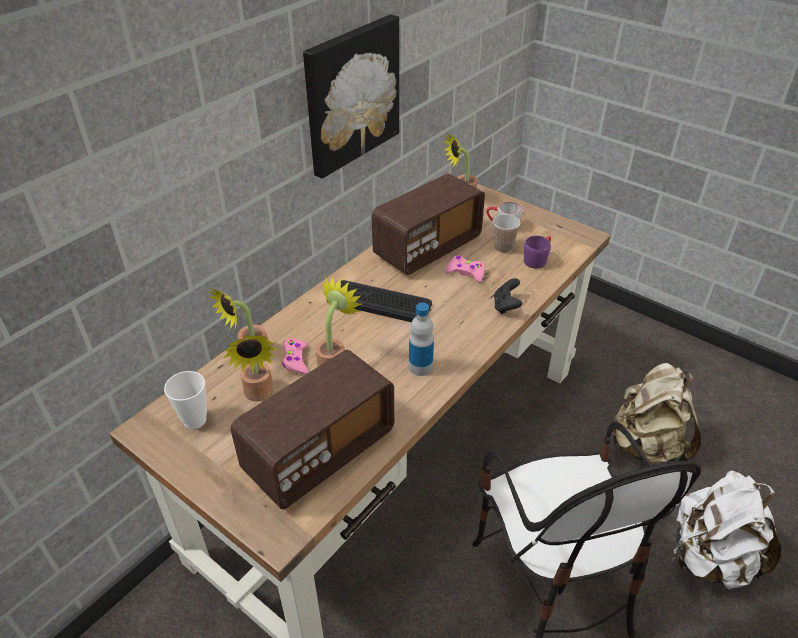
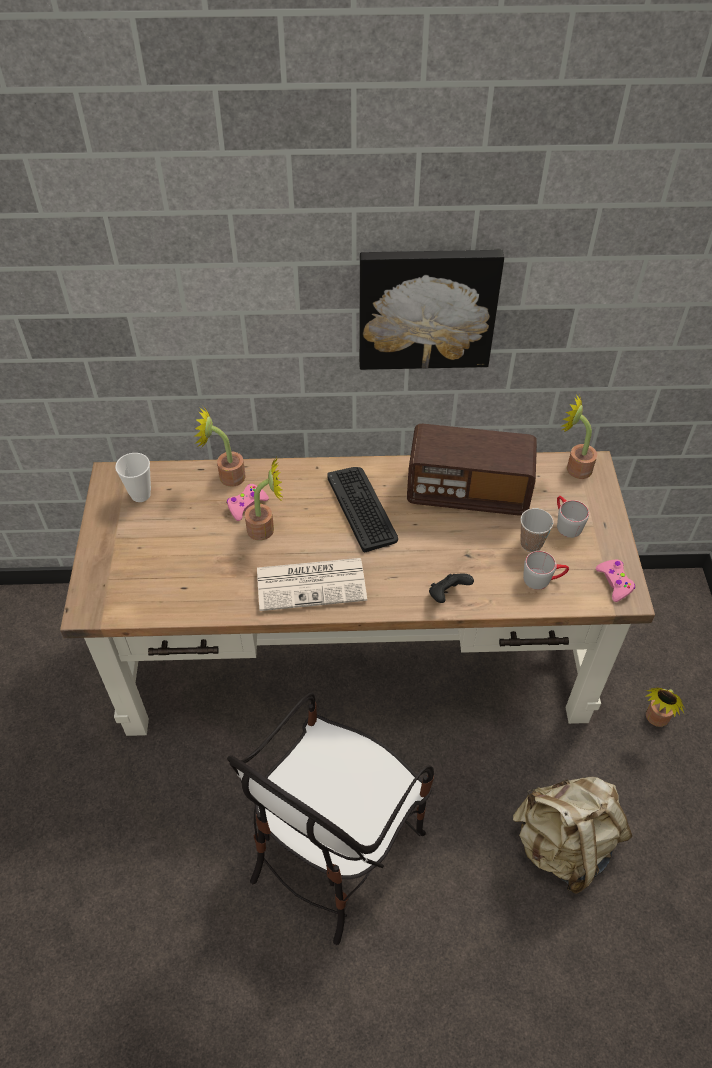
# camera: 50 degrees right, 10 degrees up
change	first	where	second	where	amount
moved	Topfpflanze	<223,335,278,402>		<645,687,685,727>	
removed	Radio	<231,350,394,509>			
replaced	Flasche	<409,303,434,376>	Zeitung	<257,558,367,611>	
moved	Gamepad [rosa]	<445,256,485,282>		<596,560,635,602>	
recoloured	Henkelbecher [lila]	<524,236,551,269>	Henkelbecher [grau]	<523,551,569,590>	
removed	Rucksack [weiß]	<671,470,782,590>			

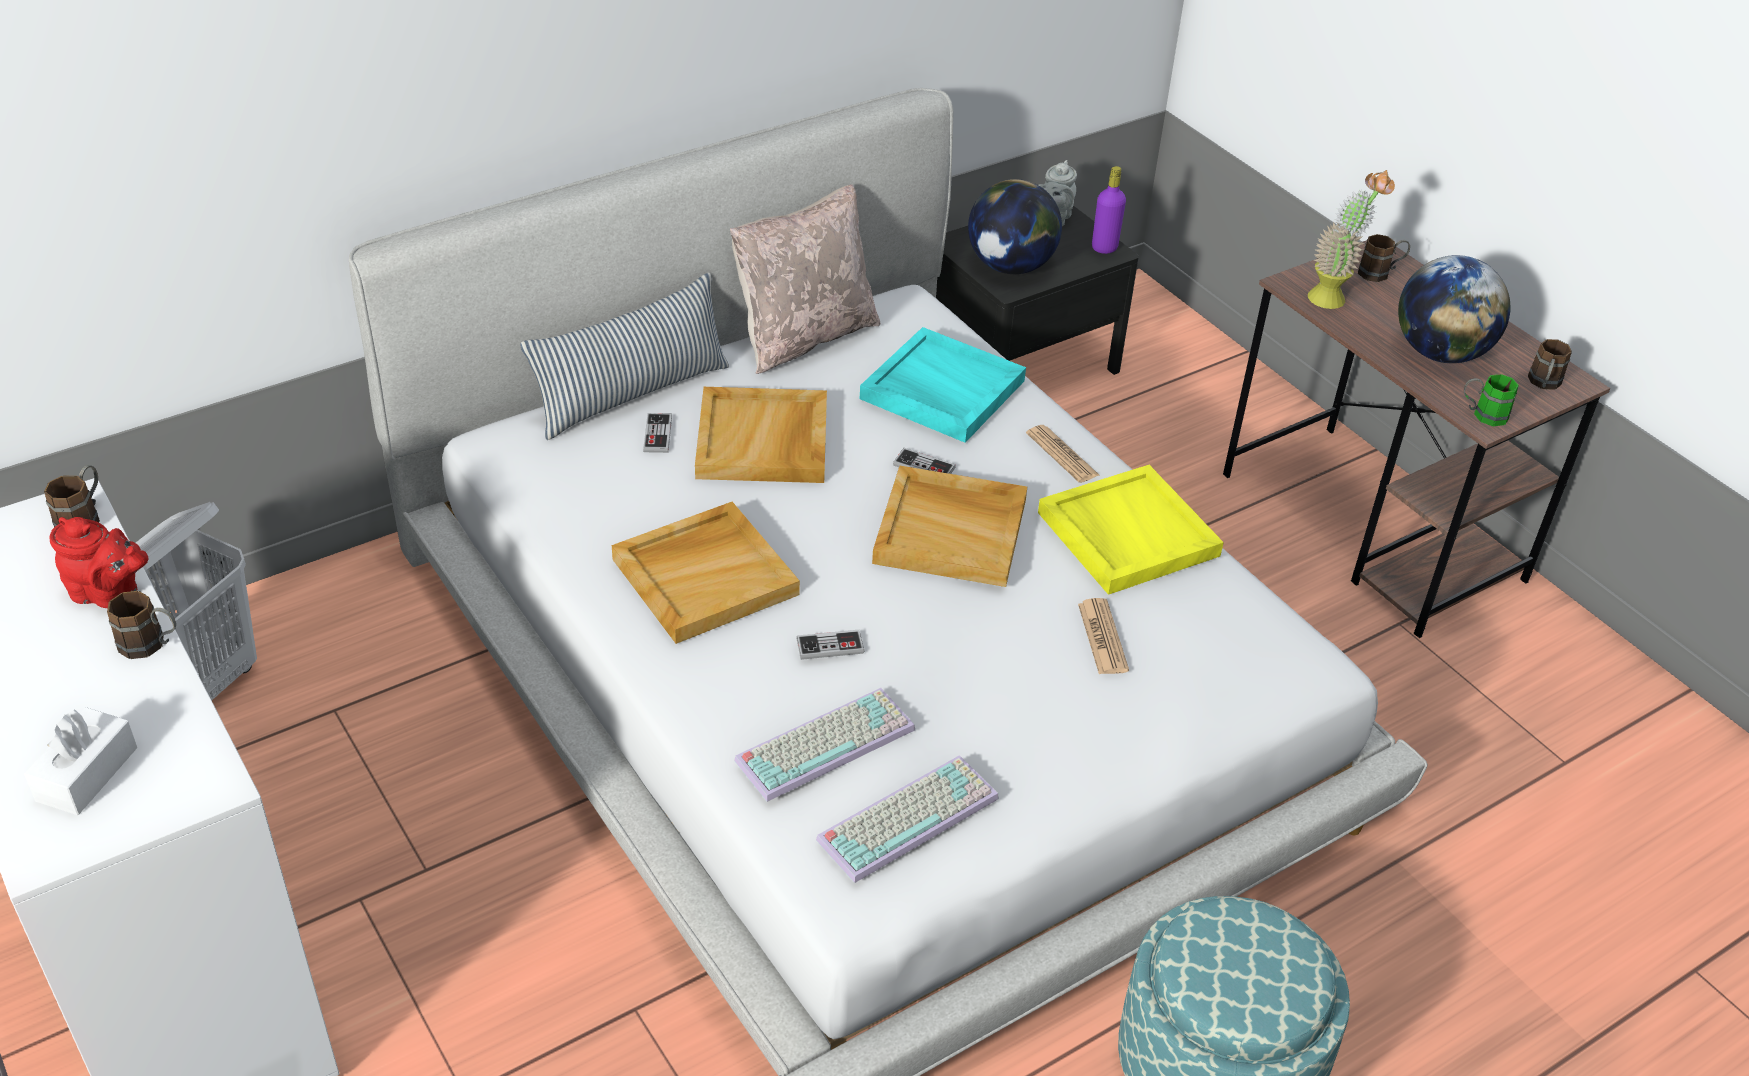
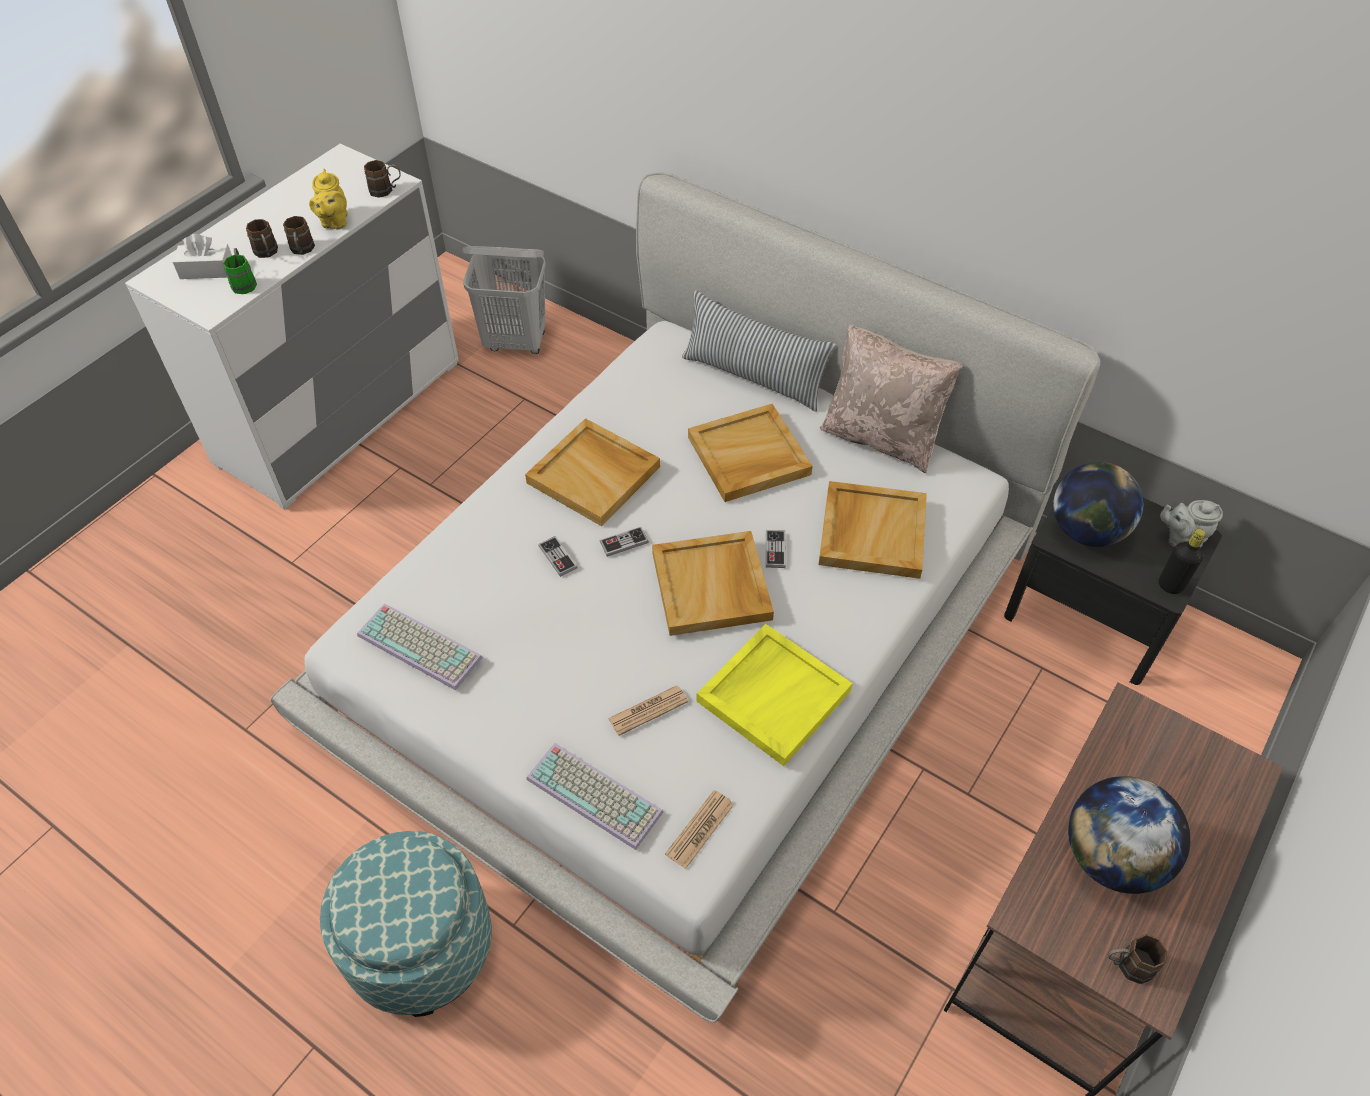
# camera: 70 degrees right, 10 degrees up
change	first	where	second	where	amount
recoloured	Teekanne [rot]	<49,517,148,608>	Teekanne [gelb]	<309,169,348,229>	
moved	Gamepad	<643,413,672,453>		<600,527,649,557>	
moved	Tastatur	<734,688,915,802>		<526,743,663,850>	
recoloured	Tablett [türkis]	<860,327,1026,443>	Tablett [beige]	<819,481,927,579>	
moved	Zeitung	<1026,425,1099,483>		<665,790,734,869>	
recoloured	Flasche [lila]	<1092,166,1126,254>	Flasche [schwarz]	<1159,529,1205,594>	
removed	Topfpflanze	<1308,170,1395,309>			
moved	Henkelbecher [braun]	<1358,234,1410,282>		<246,219,278,258>	
moved	Henkelbecher [grün]	<1464,374,1519,426>		<223,248,257,294>	

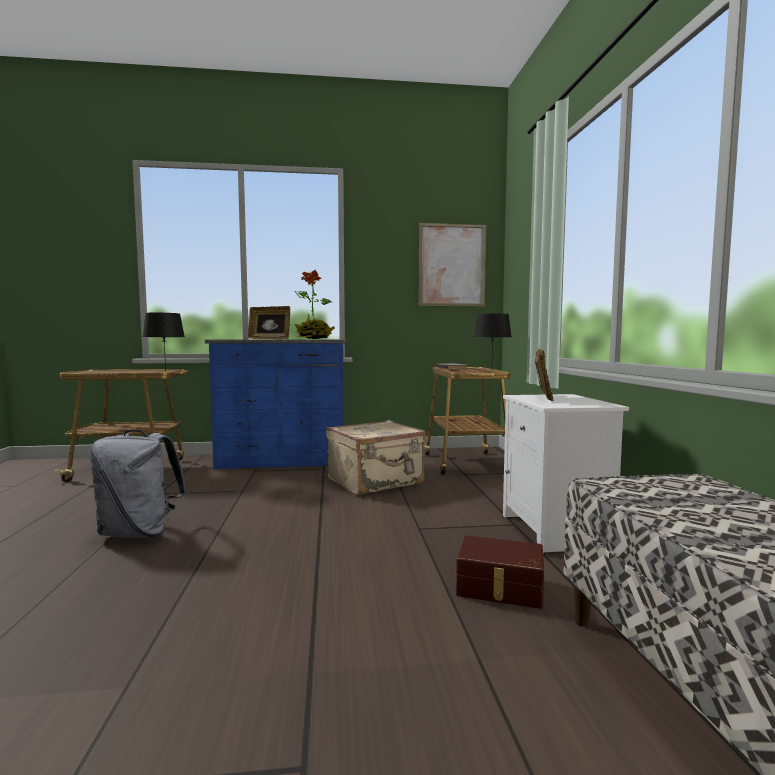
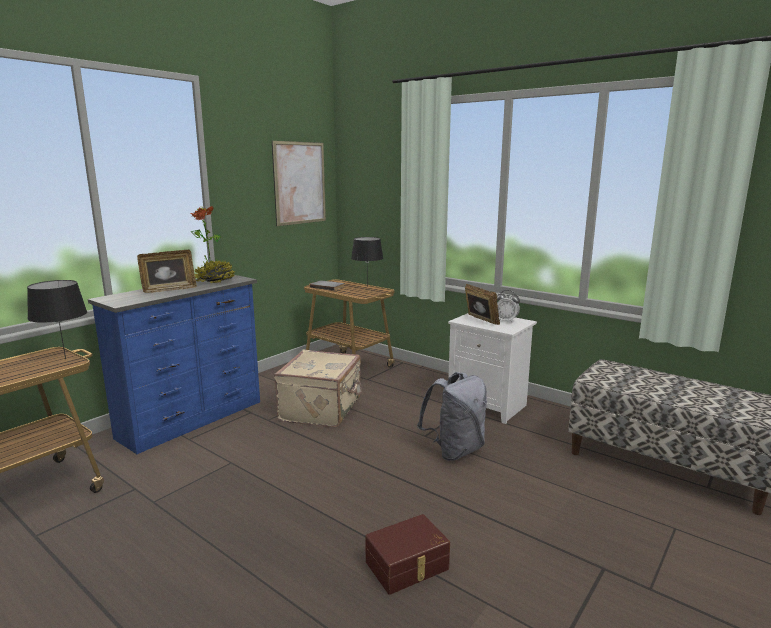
# camera: 45 degrees left, 10 degrees up
change	first	where	second	where	amount
moved	Rucksack [grau]	<90,430,187,538>		<417,372,487,461>	
moved	Aufbewahrungsbox [braun]	<456,535,544,609>		<365,514,450,595>	
added			Wecker	<497,290,520,322>	

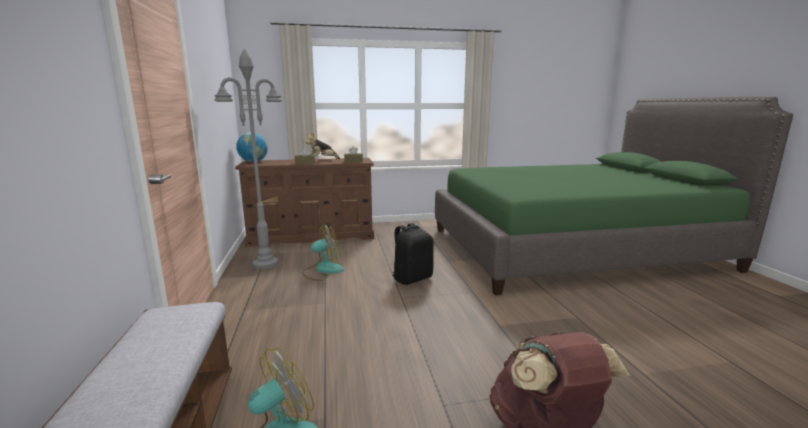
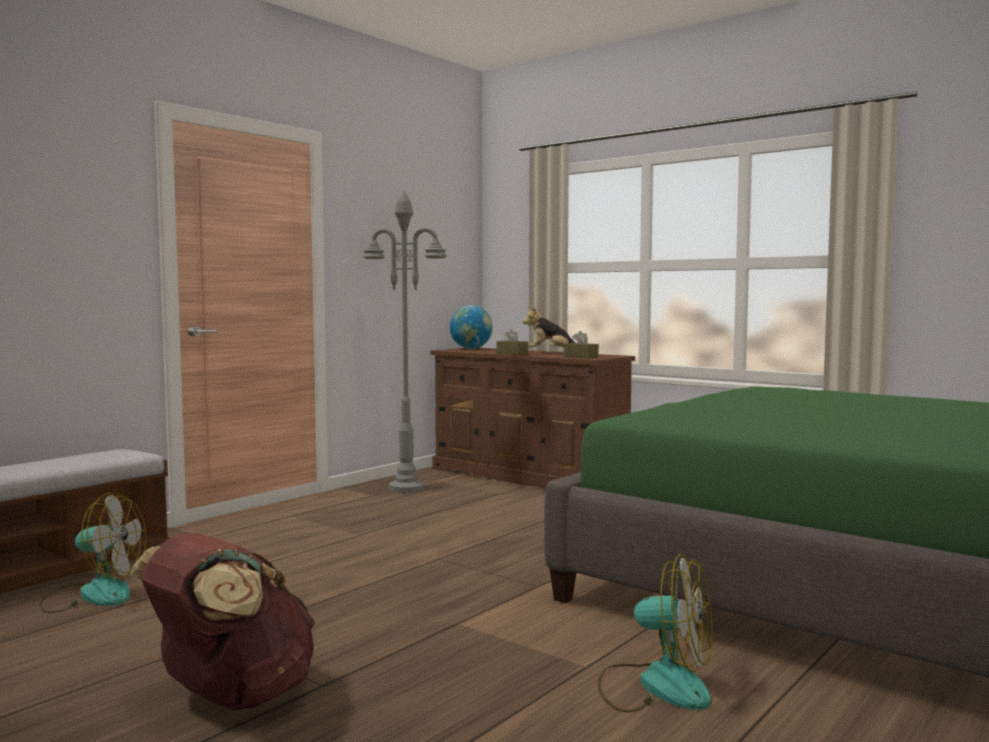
# camera: 50 degrees right, 10 degrees down
change	first	where	second	where	amount
moved	Ventilator	<302,224,344,281>		<598,554,713,712>	
removed	Rucksack [schwarz]	<392,223,434,285>			

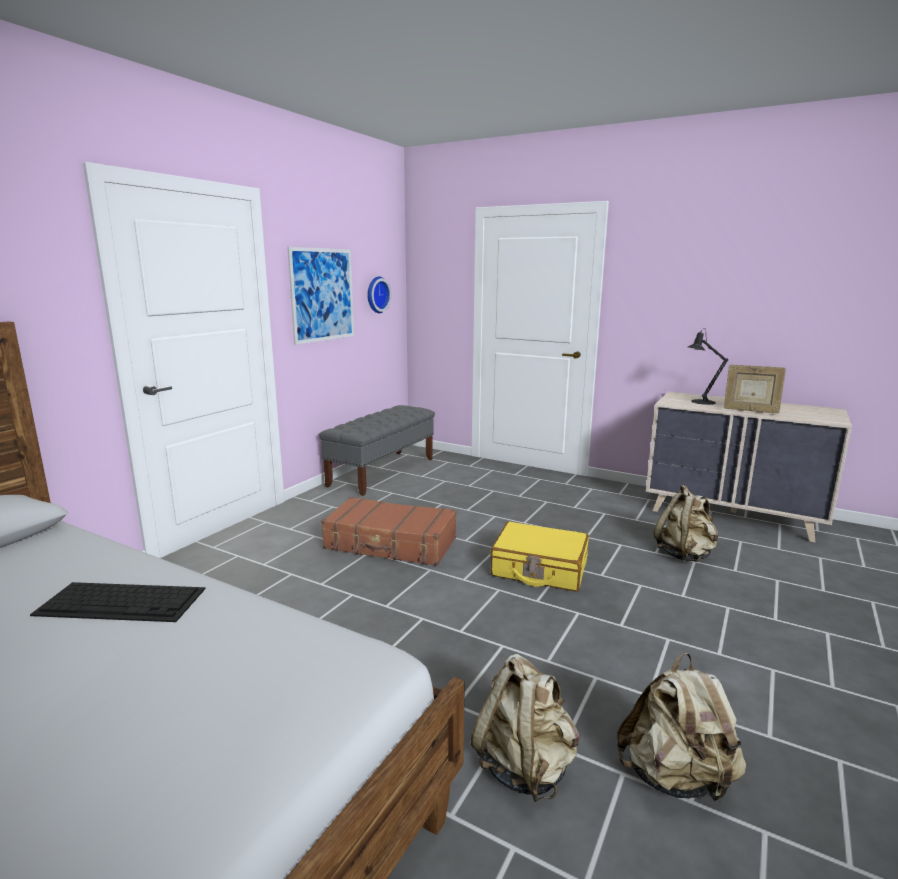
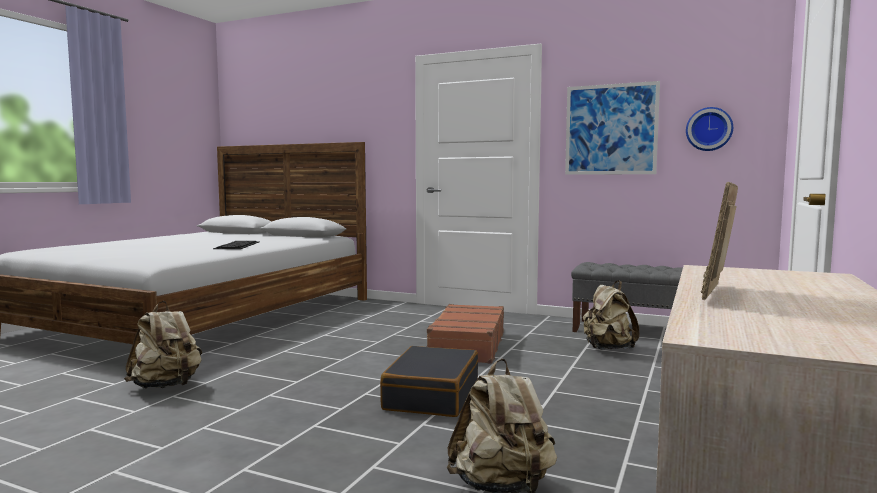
# camera: 85 degrees right, 10 degrees down
change	first	where	second	where	amount
recoloured	Koffer [gelb]	<490,522,589,592>	Koffer [schwarz]	<380,346,478,417>	
moved	Rucksack [beige]	<617,653,746,805>		<583,280,639,350>	
removed	Tischlampe [schwarz]	<688,328,728,405>			

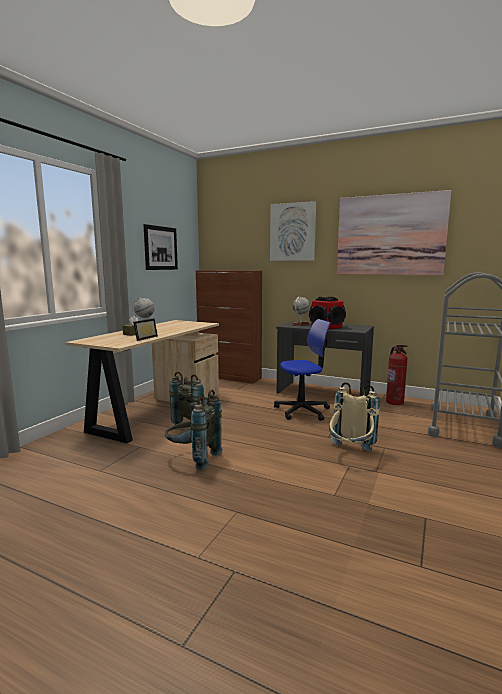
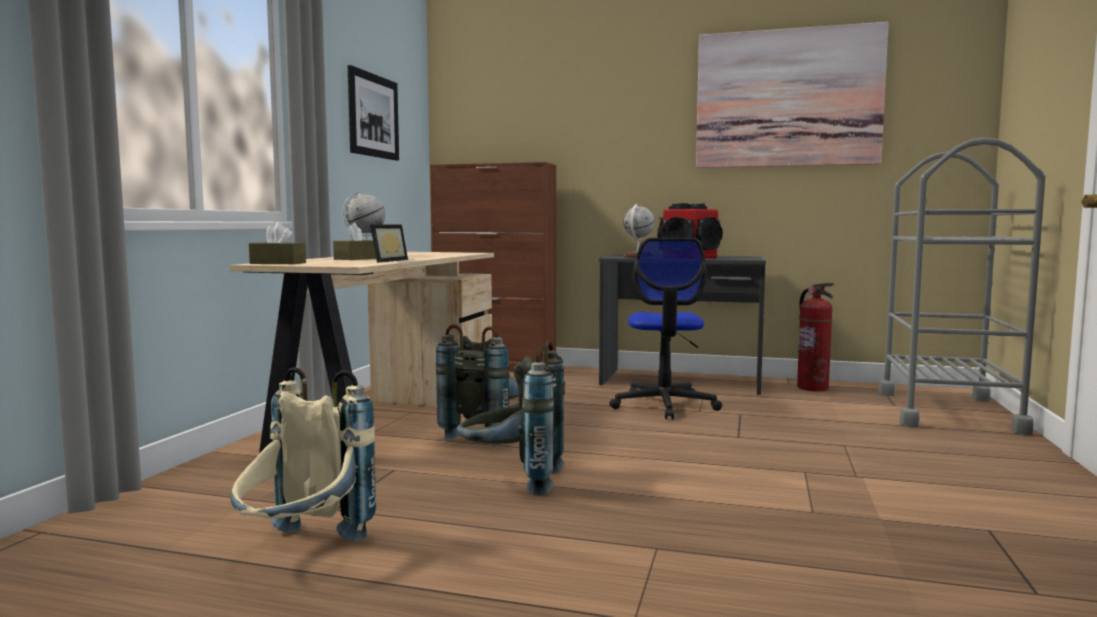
# camera: 10 degrees left, 5 degrees down
change	first	where	second	where	amount
removed	Bild	<270,201,316,261>			
turned	Bürostuhl	<274,319,330,421>		<609,238,723,419>	120 degrees clockwise
moved	Rucksack [beige]	<329,382,380,452>		<230,367,376,542>	
added			Taschentuchbox [braun]	<249,223,306,264>	

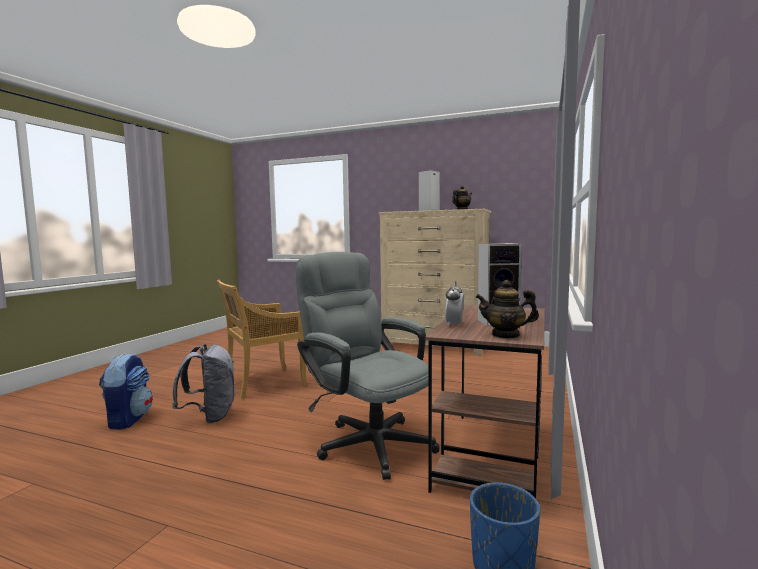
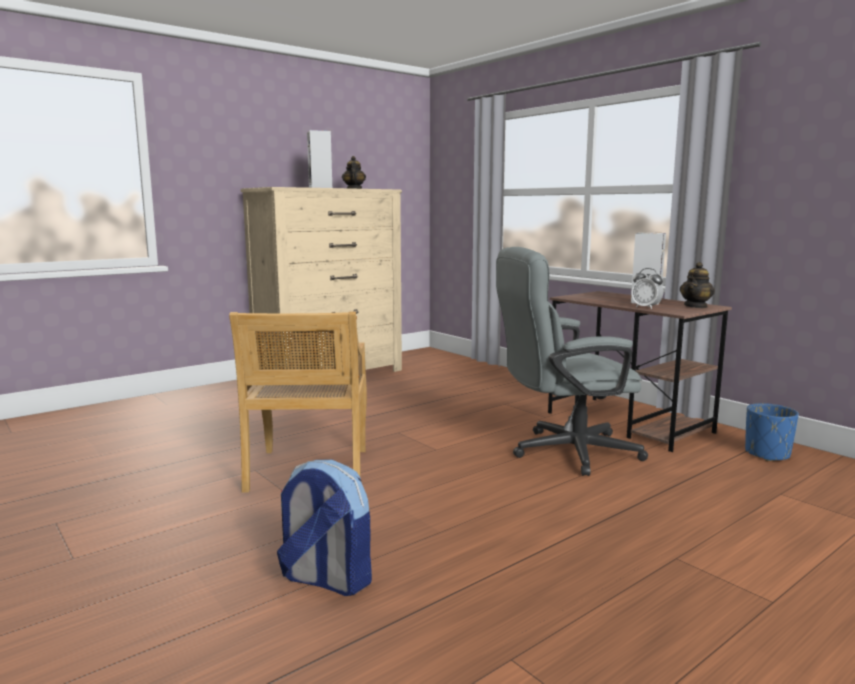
# camera: 60 degrees left, 5 degrees up
change	first	where	second	where	amount
removed	Rucksack [grau]	<172,344,234,423>			

